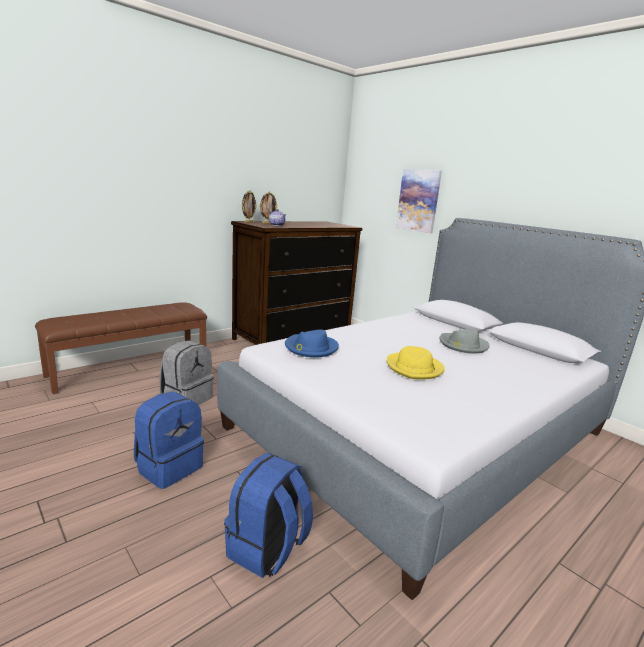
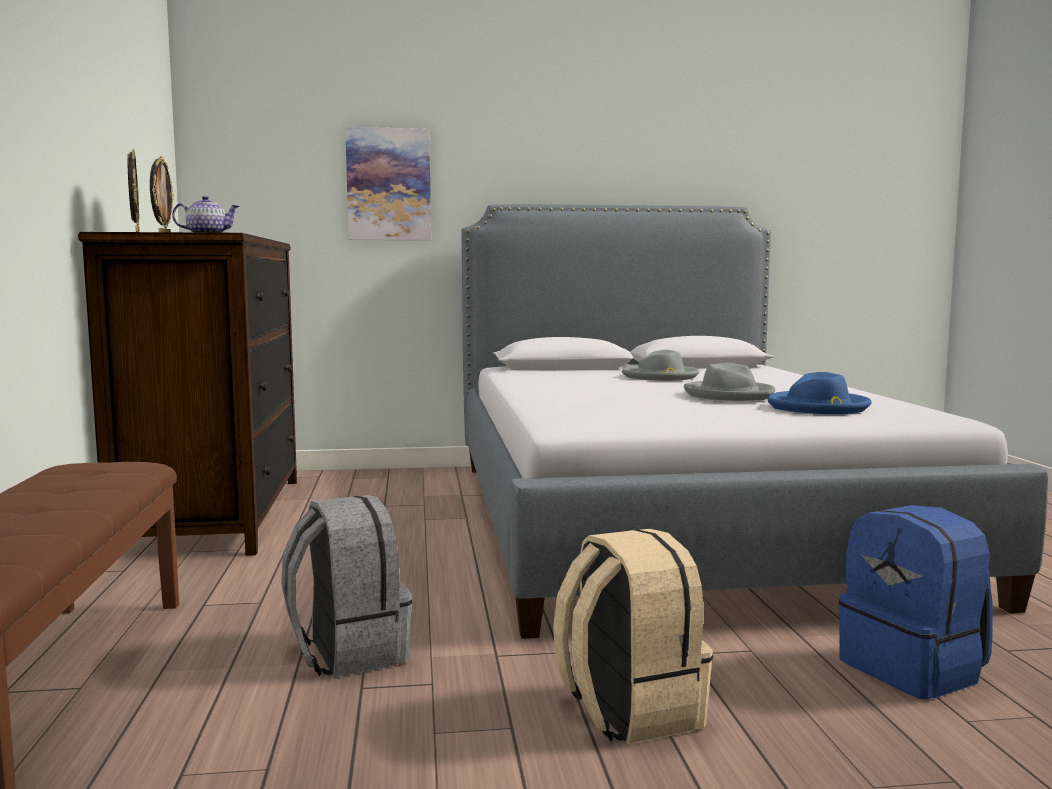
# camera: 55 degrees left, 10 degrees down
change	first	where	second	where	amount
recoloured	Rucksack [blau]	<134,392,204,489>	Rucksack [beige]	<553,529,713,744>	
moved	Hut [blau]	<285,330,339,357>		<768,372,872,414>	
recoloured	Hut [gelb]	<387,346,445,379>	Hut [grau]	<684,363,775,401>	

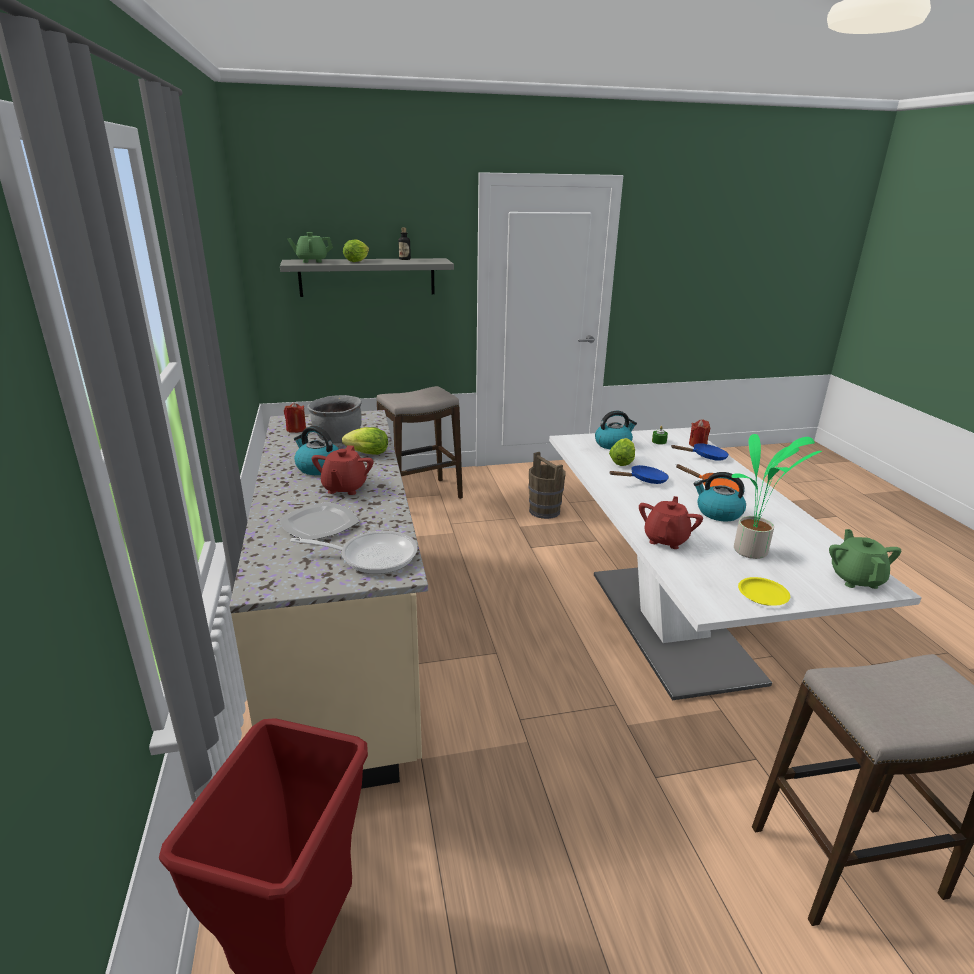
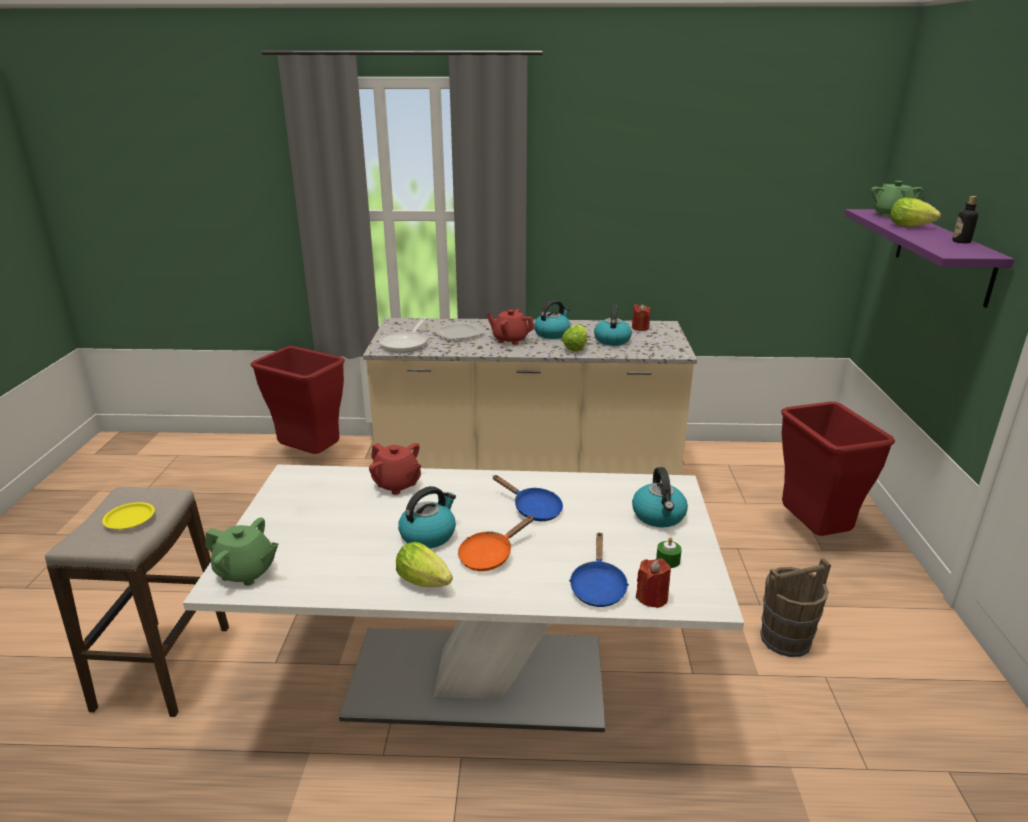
# camera: 105 degrees right, 0 degrees up
change	first	where	second	where	amount
recoloured	Wandregal [grau]	<280,258,454,297>	Wandregal [lila]	<845,209,1014,308>	
replaced	Kochtopf [grau]	<307,395,362,443>	Wasserkessel	<594,305,632,346>	
replaced	Hocker	<377,386,463,499>	Mülleimer [rot]	<781,402,895,536>	
moved	Salatkopf	<609,438,635,466>		<396,542,453,587>	
turned	Pfanne [blau]	<609,465,669,484>		<493,475,563,521>	45 degrees counterclockwise
removed	Topfpflanze	<731,434,822,559>			
moved	Teller [gelb]	<738,577,790,606>		<102,502,155,529>	

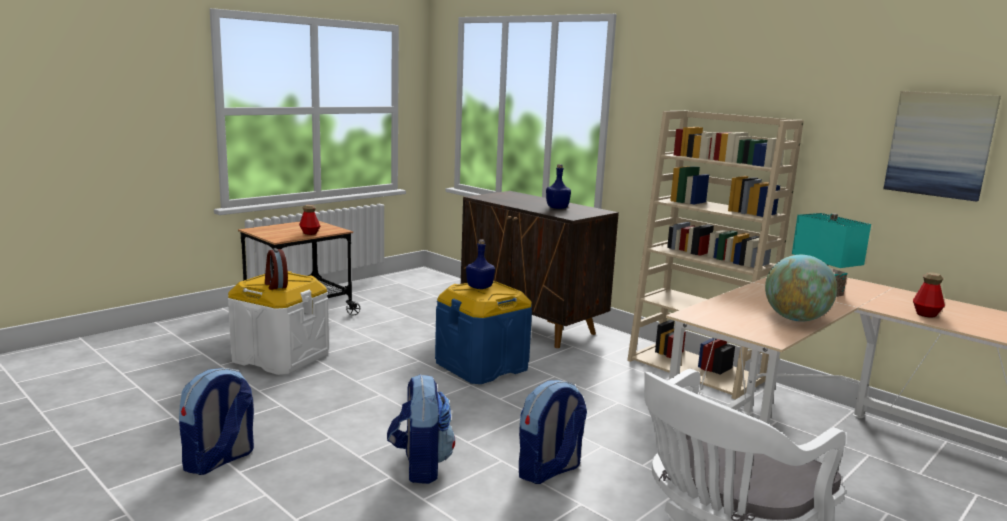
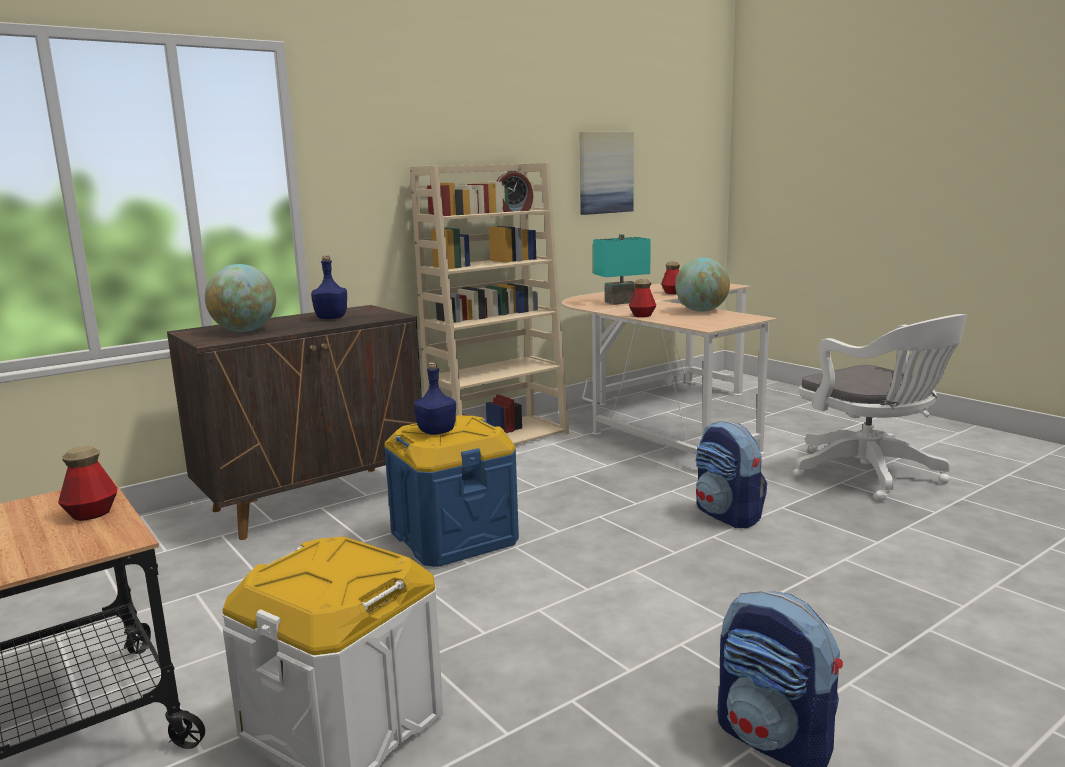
# camera: 80 degrees left, 0 degrees up
change	first	where	second	where	amount
moved	Wecker	<265,248,288,290>		<496,170,533,212>	
removed	Rucksack	<387,374,455,484>			
added			Globus	<205,264,276,332>	
added			Flasche	<629,279,656,317>	

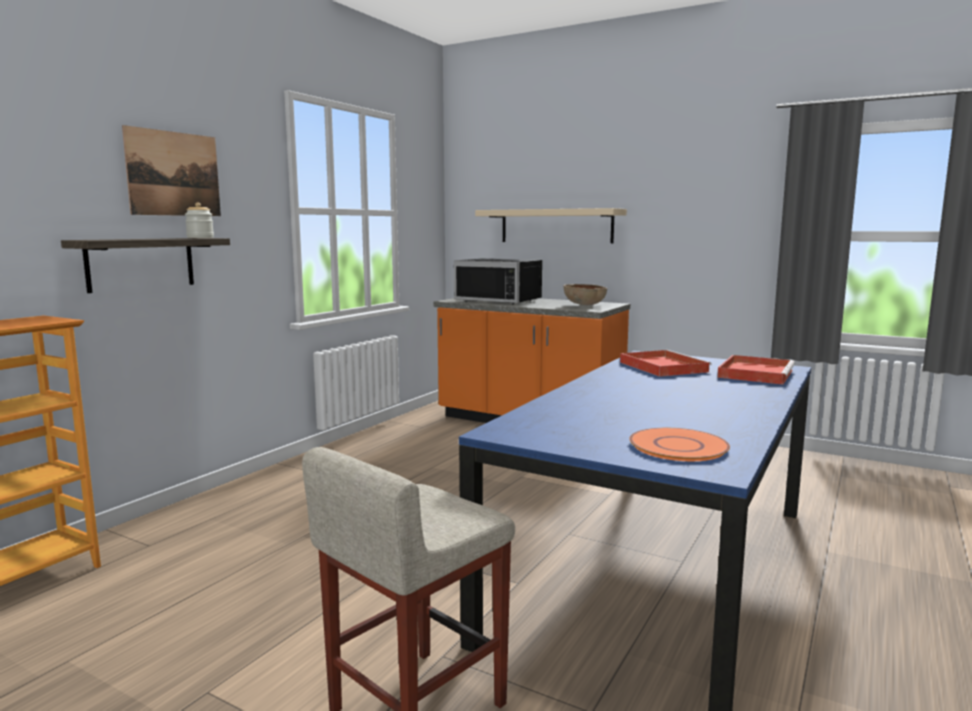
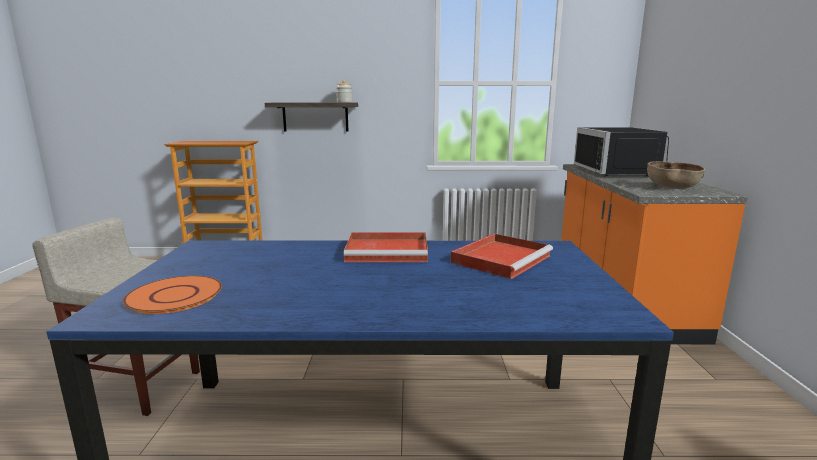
# camera: 60 degrees right, 5 degrees up
change	first	where	second	where	amount
removed	Bild	<122,125,221,216>			
removed	Wandregal [beige]	<475,208,627,243>			
moved	Tablett [rot]	<717,355,795,385>		<344,232,428,262>	

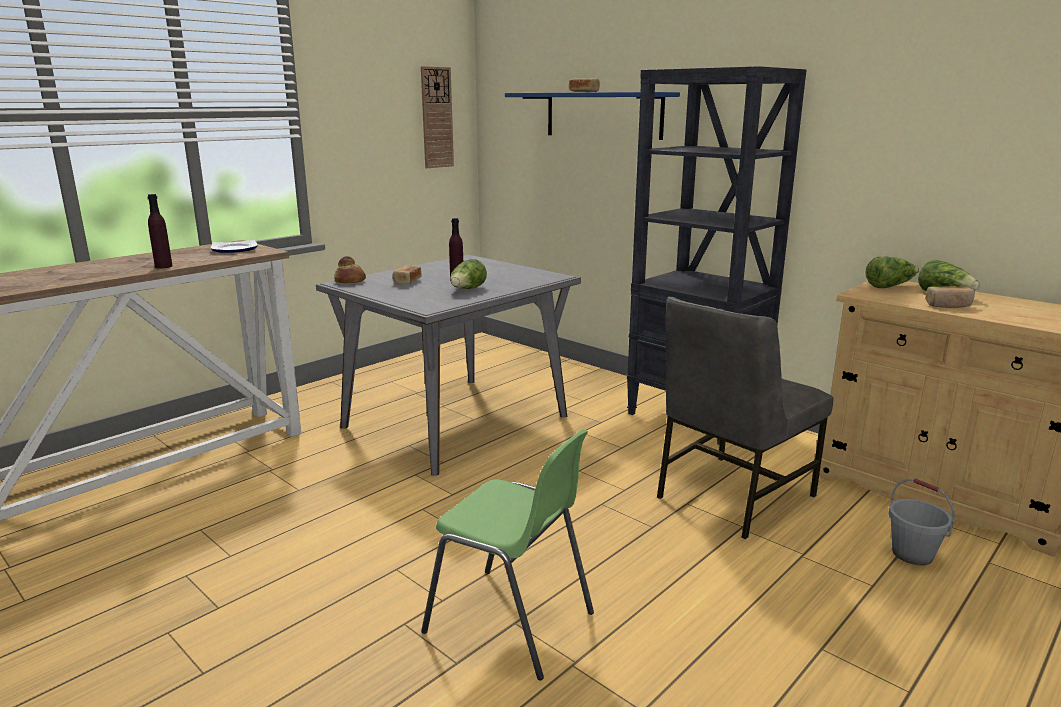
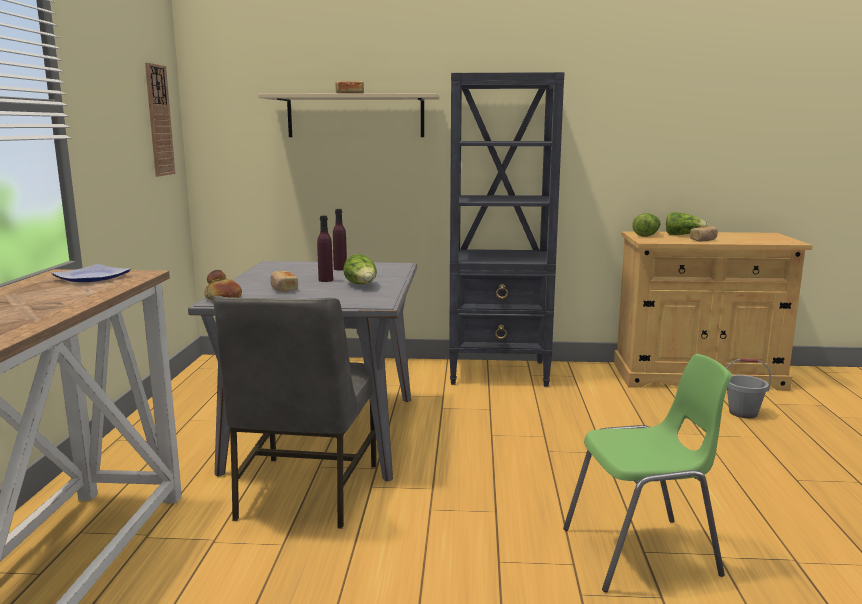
# camera: 40 degrees left, 5 degrees down
change	first	where	second	where	amount
moved	Flasche [lila]	<148,194,173,269>		<333,209,347,270>	
recoloured	Wandregal [blau]	<505,92,680,140>	Wandregal [beige]	<258,93,439,137>	
moved	Stuhl [grau]	<657,296,833,539>		<213,296,377,529>	

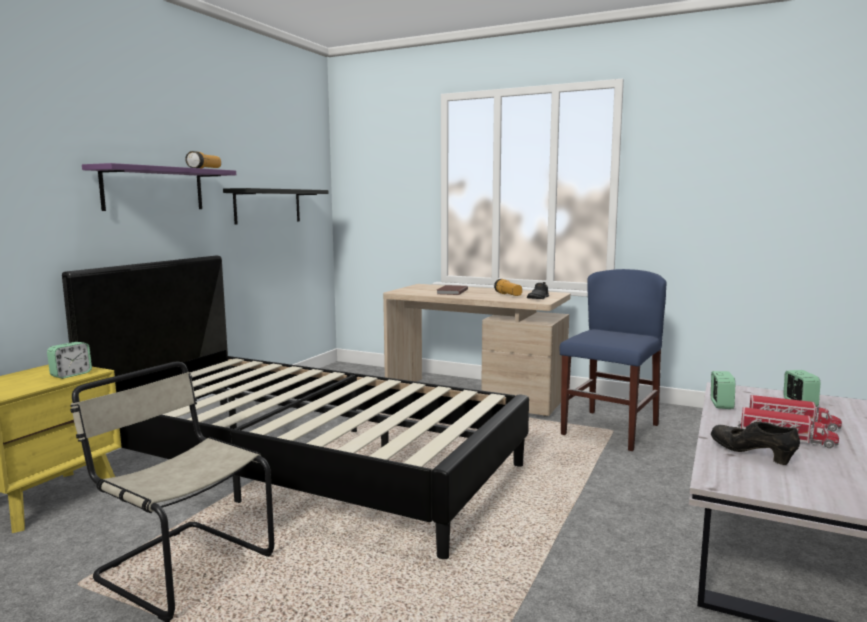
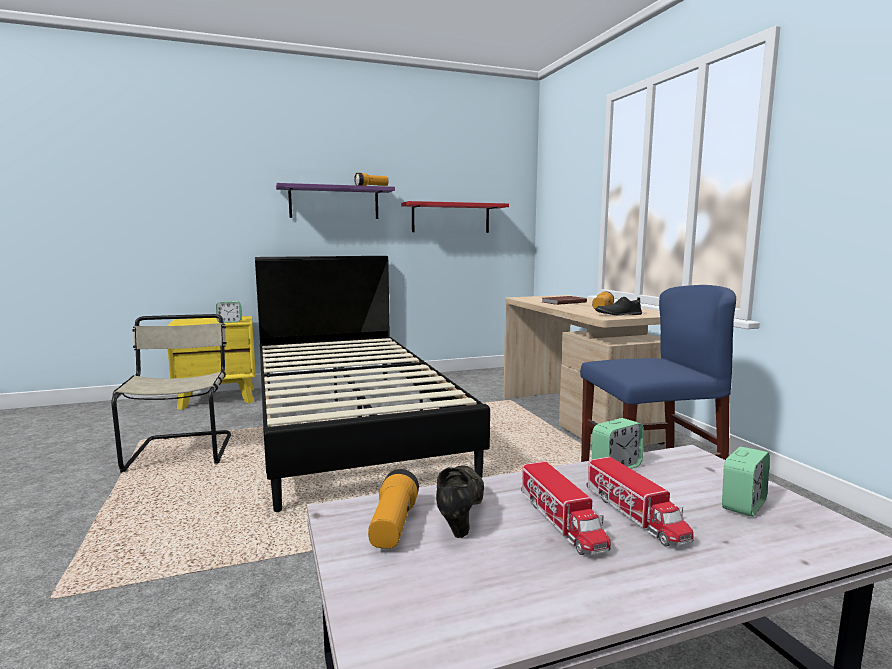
# camera: 45 degrees right, 0 degrees up
change	first	where	second	where	amount
recoloured	Wandregal [schwarz]	<223,188,329,225>	Wandregal [rot]	<401,201,509,233>	
added			Taschenlampe	<368,469,419,548>	

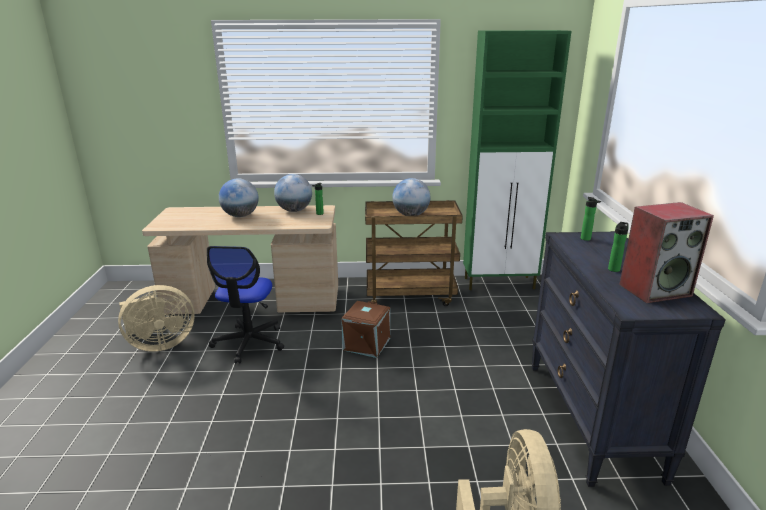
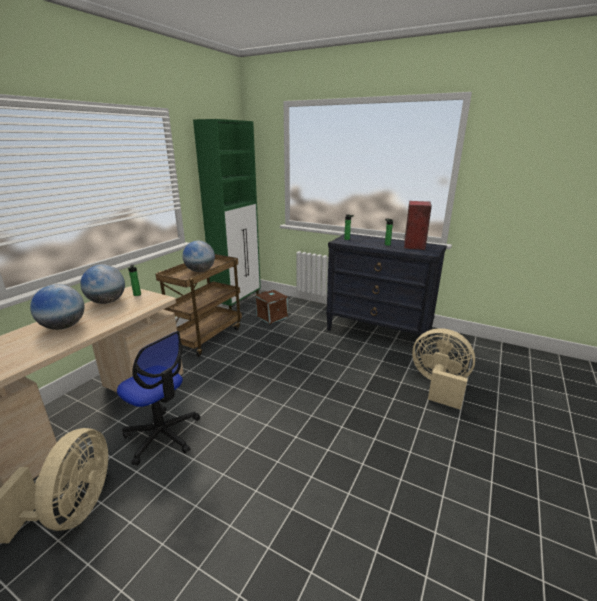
# camera: 60 degrees left, 0 degrees up
change	first	where	second	where	amount
moved	Aufbewahrungsbox [braun]	<341,301,390,358>		<255,290,288,324>	

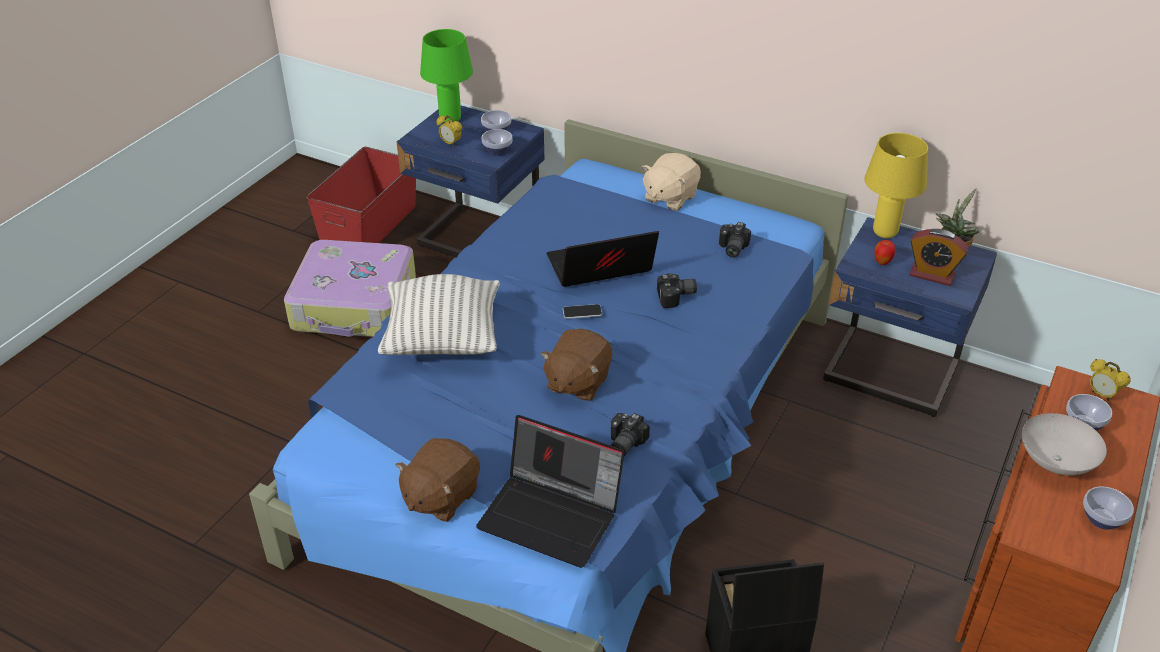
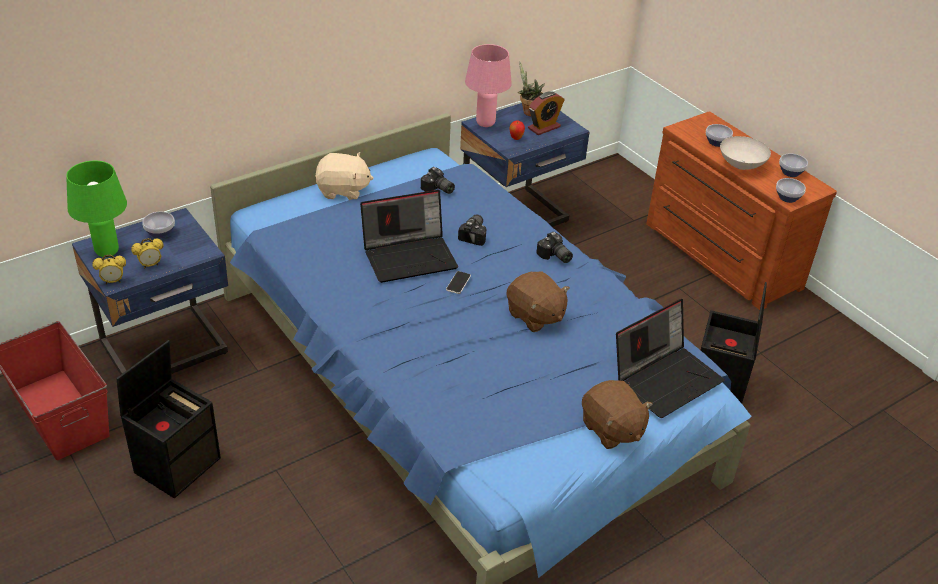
# camera: 65 degrees left, 0 degrees up
change	first	where	second	where	amount
replaced	Koffer	<284,240,416,337>	Aufbewahrungsbox [schwarz]	<116,340,221,499>	
removed	Kissen	<378,274,500,355>			
moved	Schüssel	<482,129,513,155>		<776,178,806,203>	
turned	Laptop	<547,231,659,287>		<360,190,458,283>	120 degrees counterclockwise
moved	Kamera	<611,413,650,456>		<536,232,573,263>	
turned	Plüschtier [beige]	<642,153,701,211>		<315,152,374,200>	60 degrees counterclockwise
recoloured	Tischlampe [gelb]	<864,133,928,238>	Tischlampe [rosa]	<465,44,512,127>	
moved	Wecker	<1090,359,1131,401>		<93,254,126,284>	

